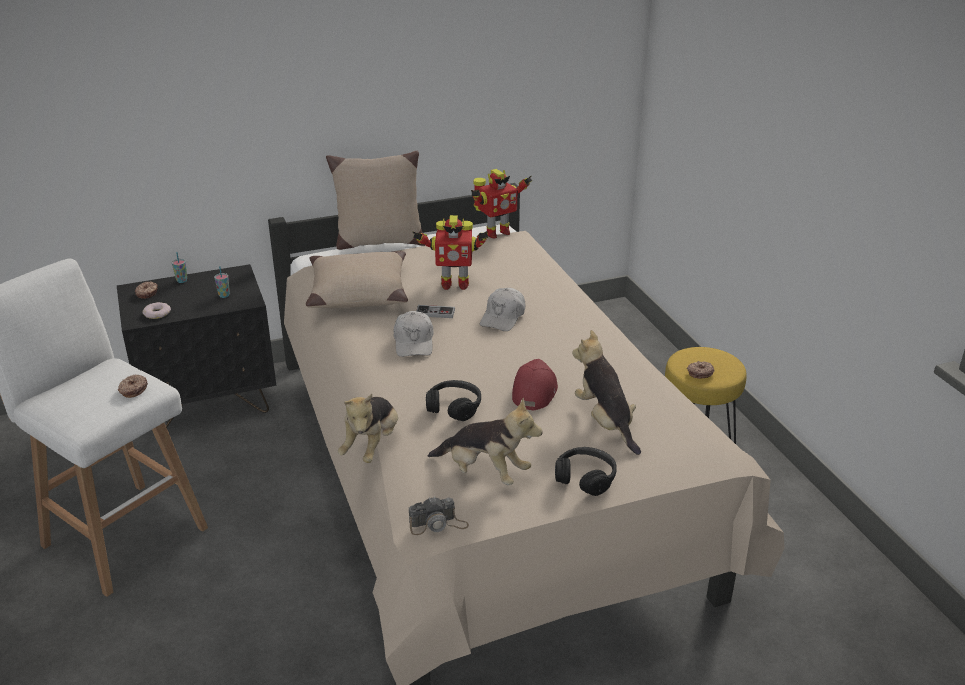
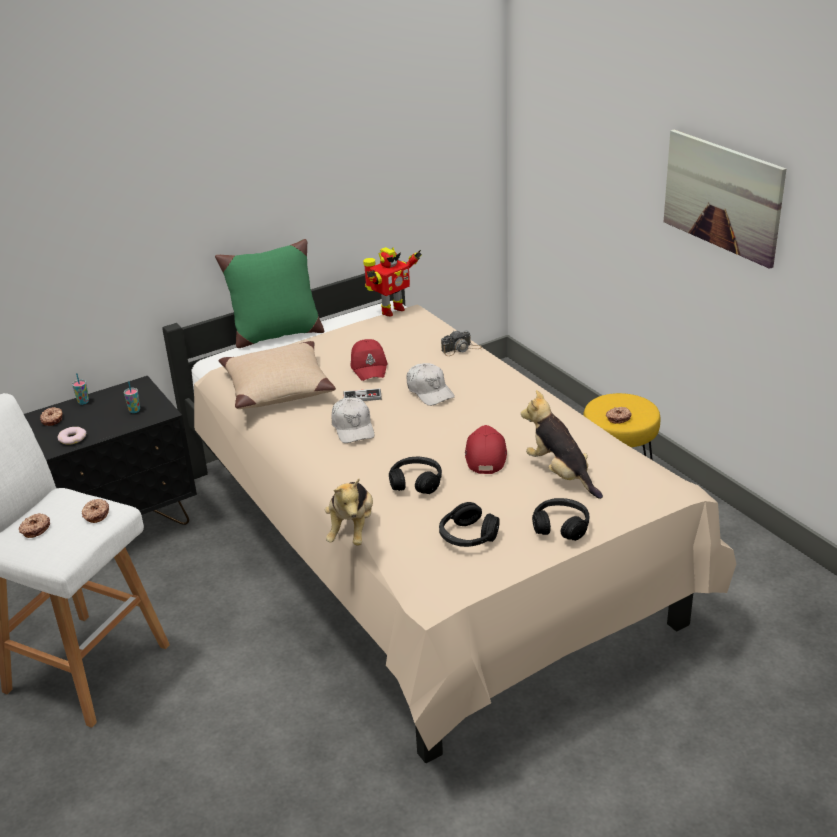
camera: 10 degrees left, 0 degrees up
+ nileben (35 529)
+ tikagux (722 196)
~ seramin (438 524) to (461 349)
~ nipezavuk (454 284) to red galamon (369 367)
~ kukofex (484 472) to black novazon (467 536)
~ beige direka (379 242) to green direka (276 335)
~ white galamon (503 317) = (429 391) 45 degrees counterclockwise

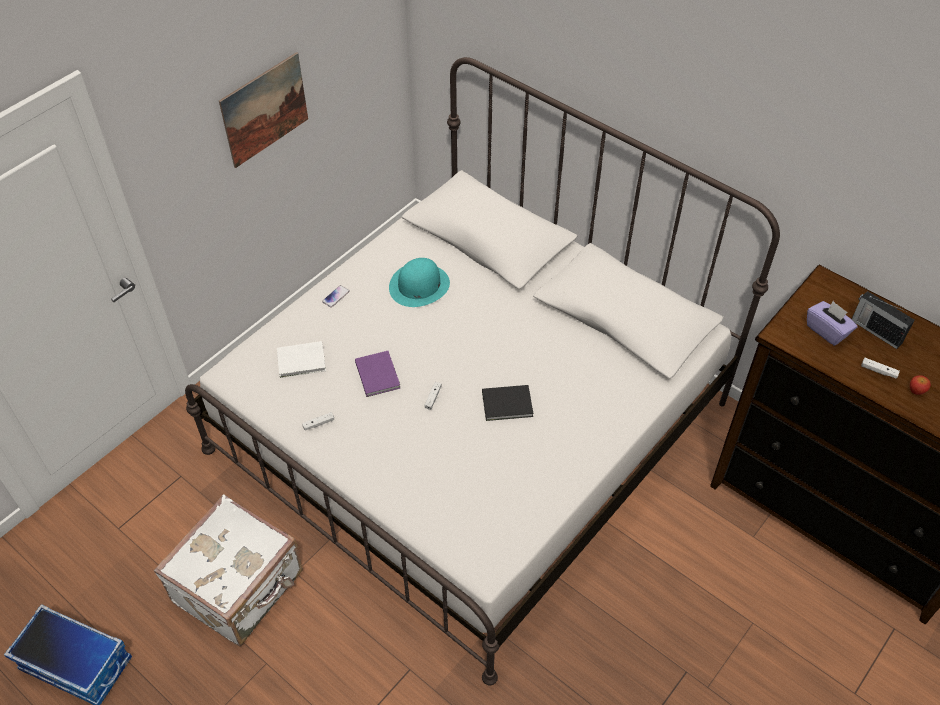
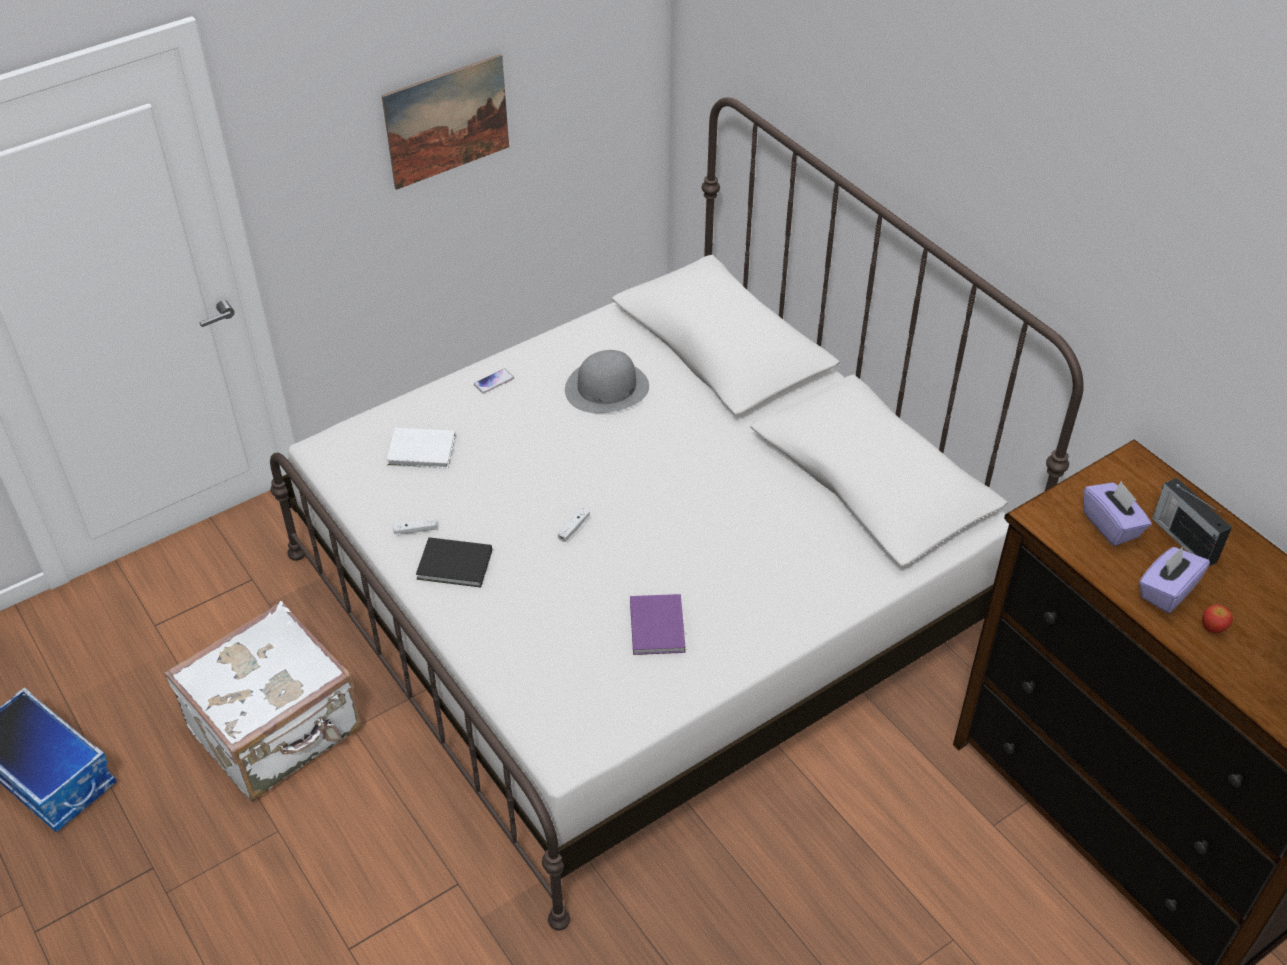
camera: 15 degrees right, 5 degrees down
~ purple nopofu (378 374) to (658 625)
~ black nopofu (508 405) to (456 566)
~ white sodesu (878 371) to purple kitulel (1166 591)
~ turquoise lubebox (419 285) to grey lubebox (606 388)

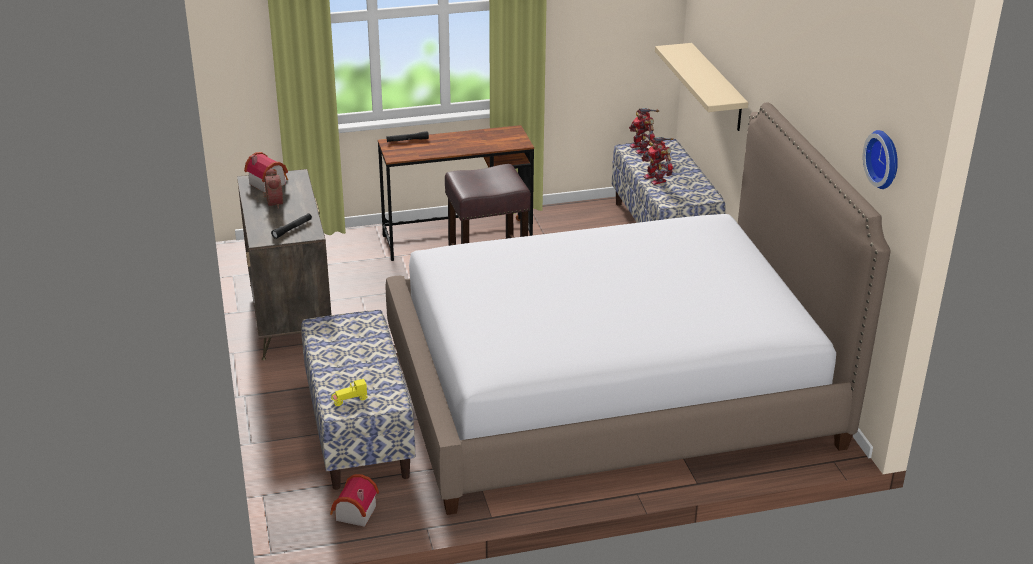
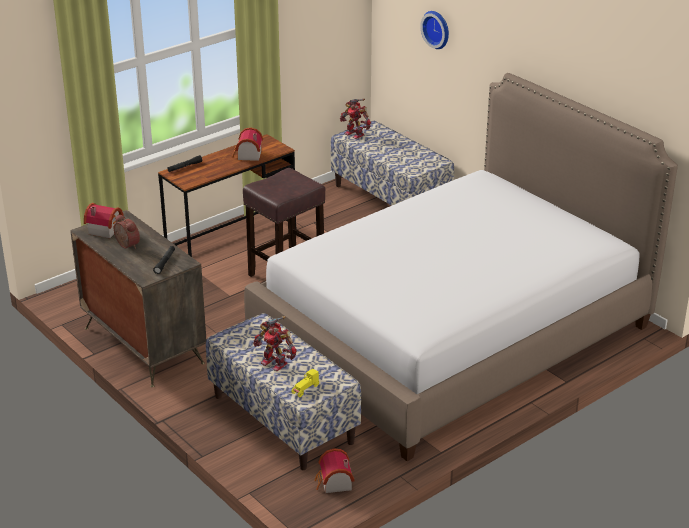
camera: 25 degrees left, 0 degrees up
- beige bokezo (717 87)
+ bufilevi (247 155)
~ nipezavuk (656 179) to (275 362)
~ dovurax (885 159) to (437 29)

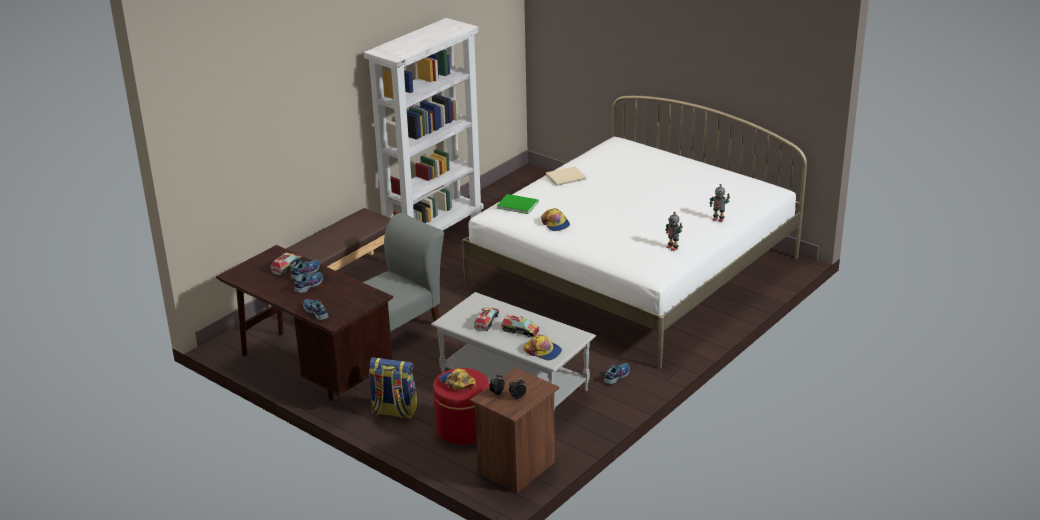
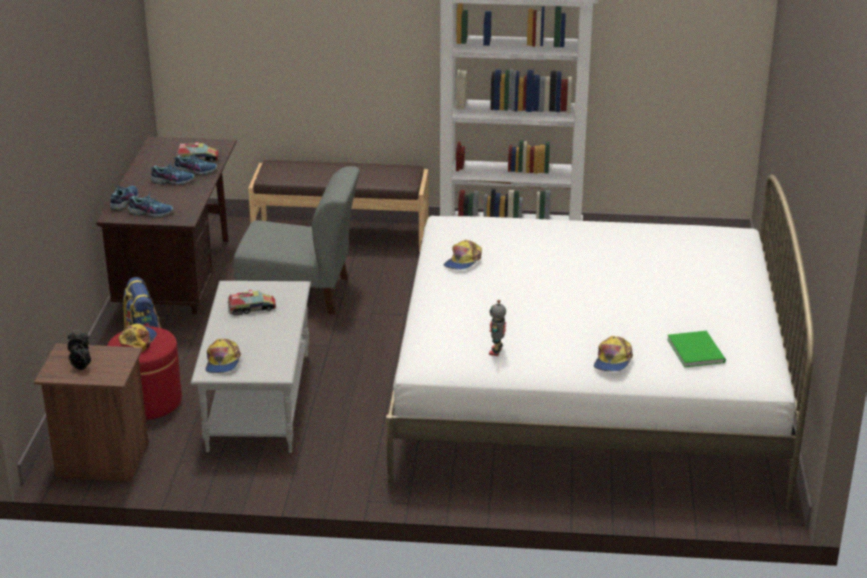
camera: 55 degrees right, 0 degrees up
- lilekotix (520 331)
- beige nopofu (567 177)
~ green nopofu (517 204) to (696 349)
~ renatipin (616 376) to (151 212)
~ nipezavuk (718 219) to galamon (613 360)

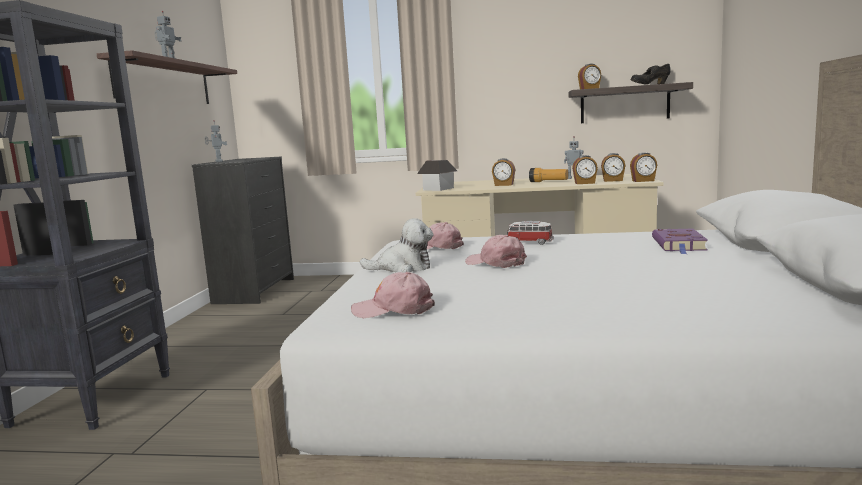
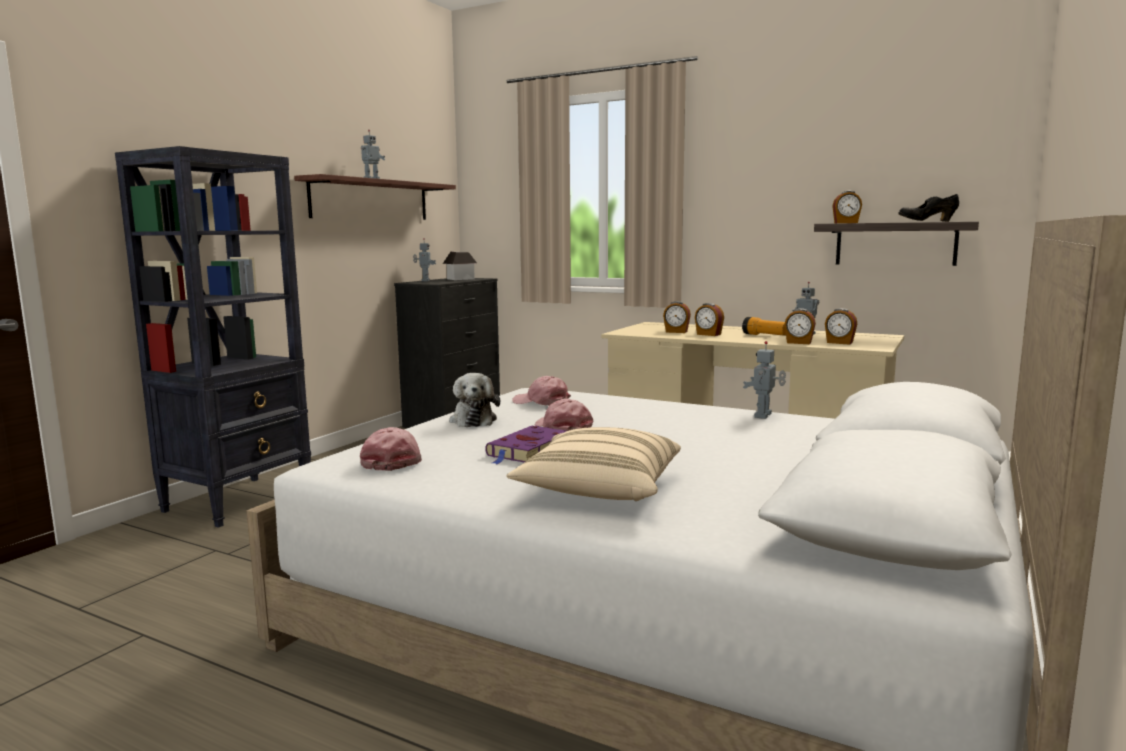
camera: 20 degrees right, 0 degrees up
- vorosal (529 243)
+ beige direka (599 489)
+ nipezavuk (764 415)
~ bufilevi (438 189) to (460 279)
~ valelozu (643 181) to (676 332)
~ purple nopofu (679 245) to (528 450)
~ pink galamon (394 309) = (392 461) 60 degrees clockwise
~ kukofex (403 268) = (473 420) 60 degrees clockwise

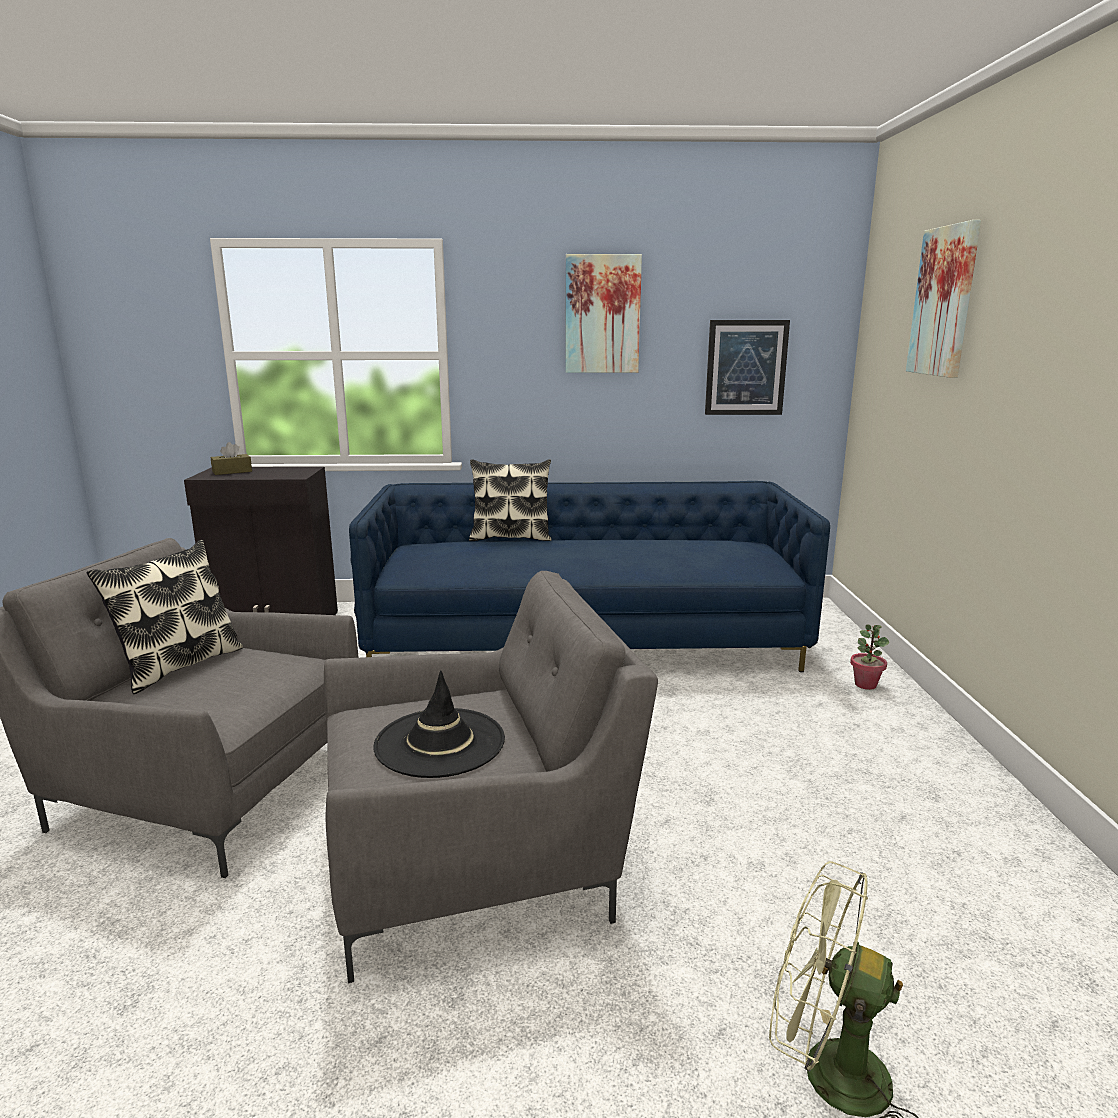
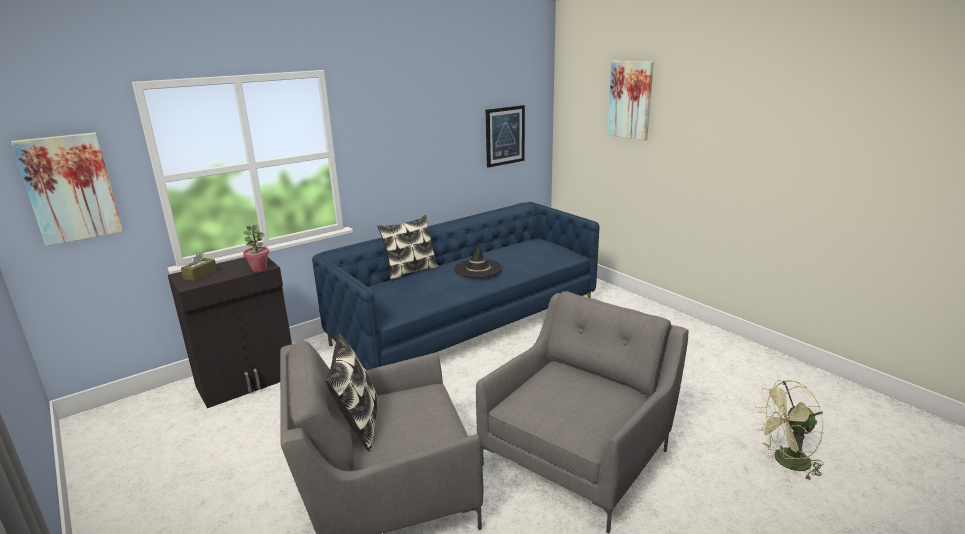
camera: 35 degrees left, 5 degrees up
~ black lubebox (440 742) to (477 269)
~ tikagux (602 314) to (70 188)
~ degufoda (865 684) to (259 268)

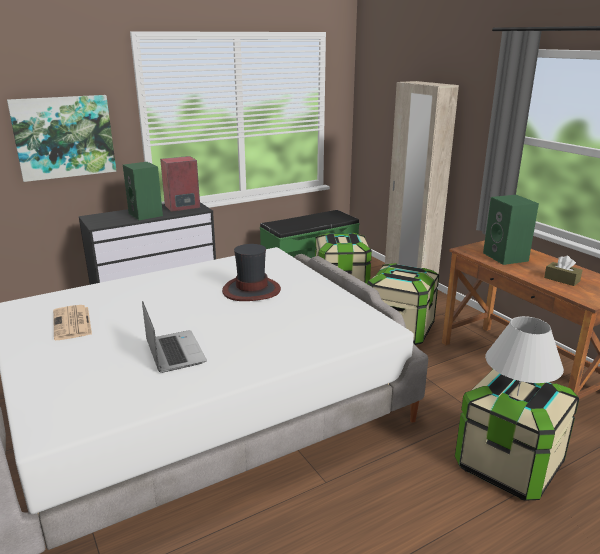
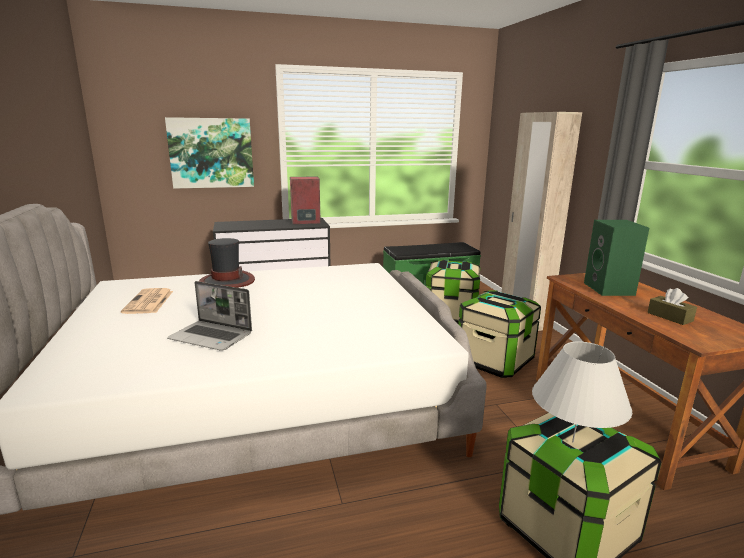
camera: 15 degrees right, 5 degrees down
- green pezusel (146 214)
~ lubebox (251 290) to (226 281)
~ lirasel (174 352) = (212 337) 120 degrees clockwise

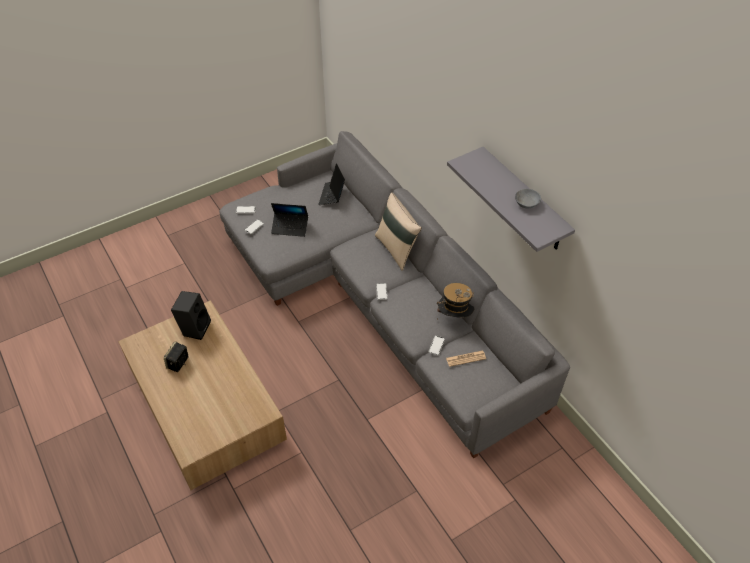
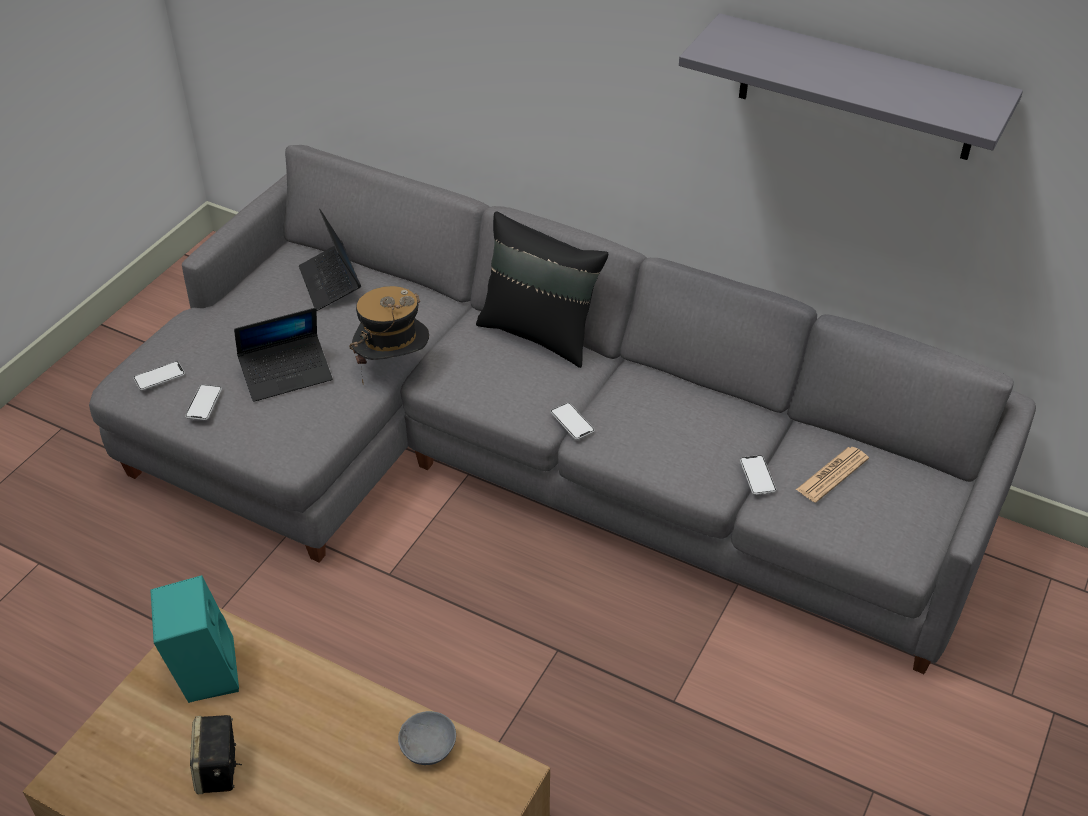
camera: 30 degrees left, 5 degrees down
~ lubebox (454 317) to (393 367)
~ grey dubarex (527 204) to (429 748)
~ black pezusel (195 327) to turquoise pezusel (203 672)
~ beige direka (397 249) to black direka (539 333)

